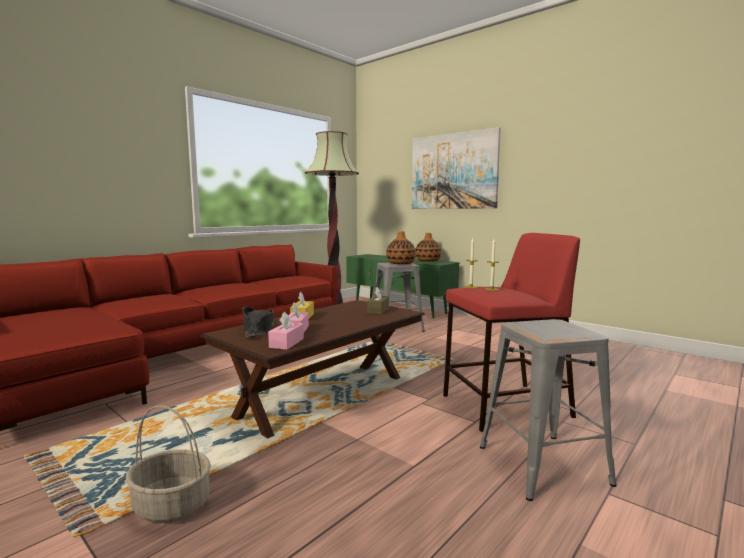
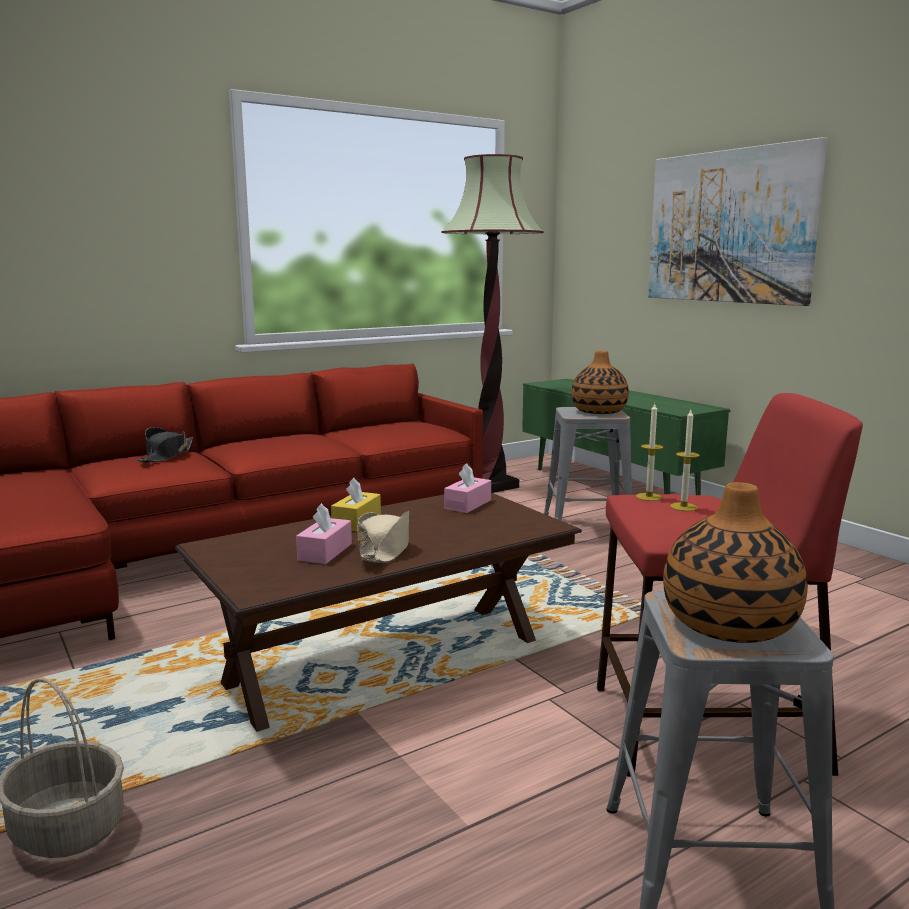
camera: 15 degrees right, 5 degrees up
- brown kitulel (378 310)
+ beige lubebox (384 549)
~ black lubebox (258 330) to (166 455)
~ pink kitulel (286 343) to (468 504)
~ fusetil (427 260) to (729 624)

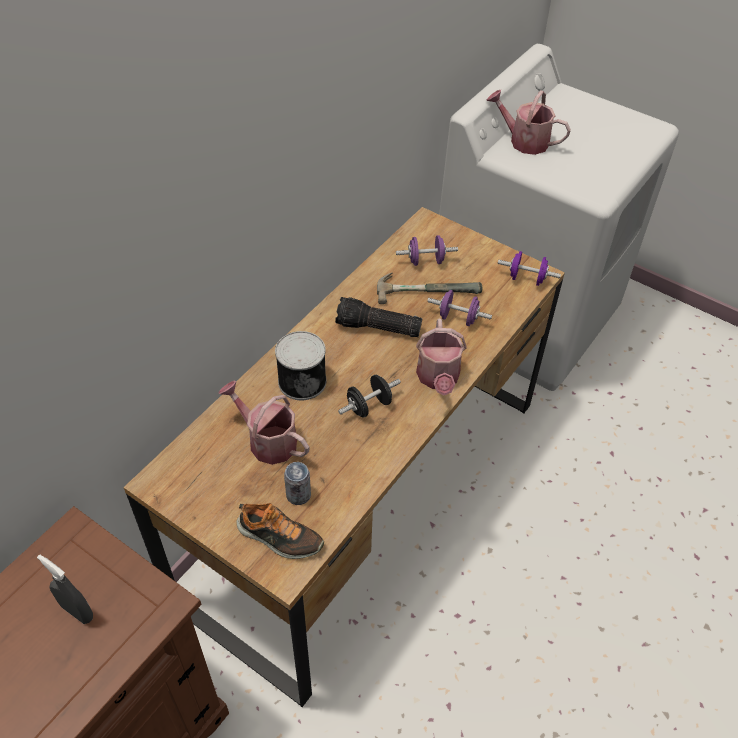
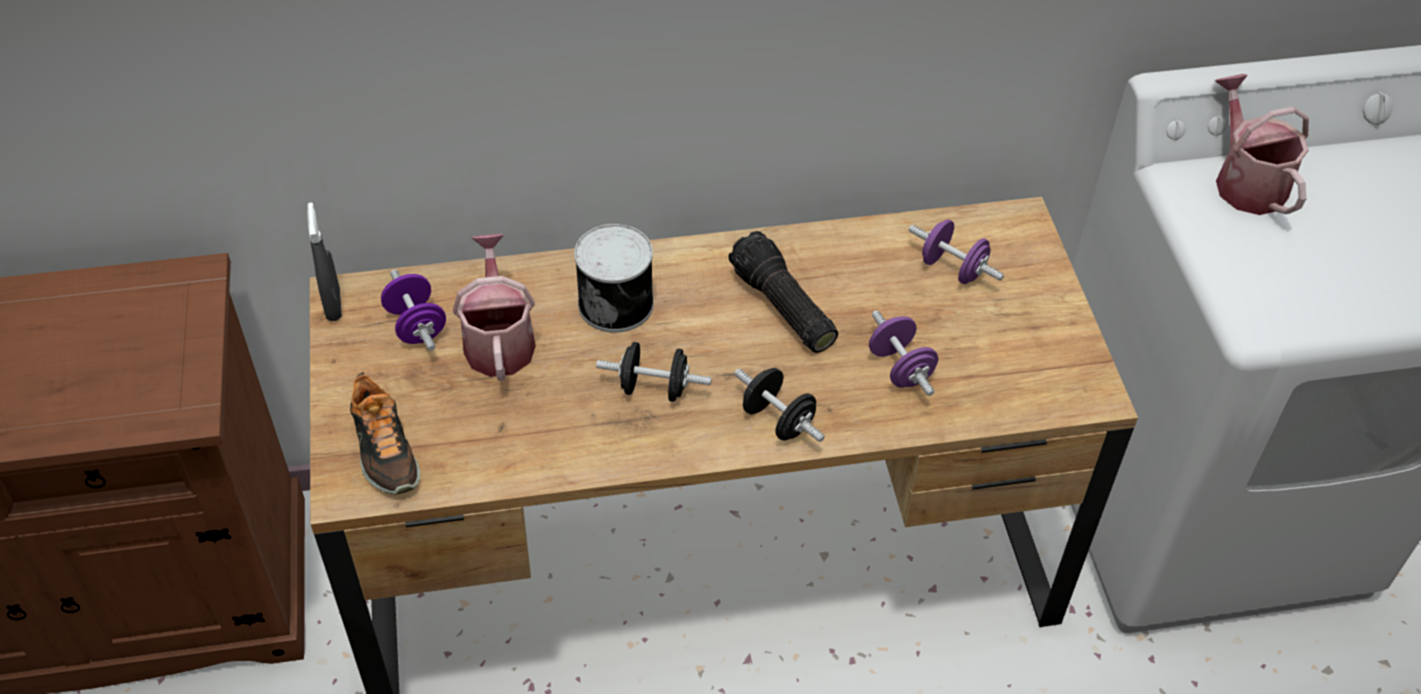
camera: 45 degrees right, 0 degrees up
- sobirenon (298 495)
- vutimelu (427 287)
~ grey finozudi (77 611) to (333 305)
~ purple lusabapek (526 279) to (416 326)
~ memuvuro (438 378) to black lusabapek (778 420)

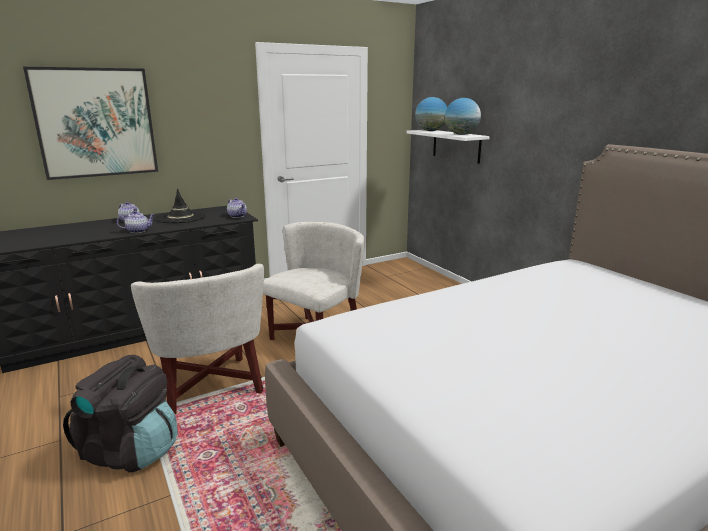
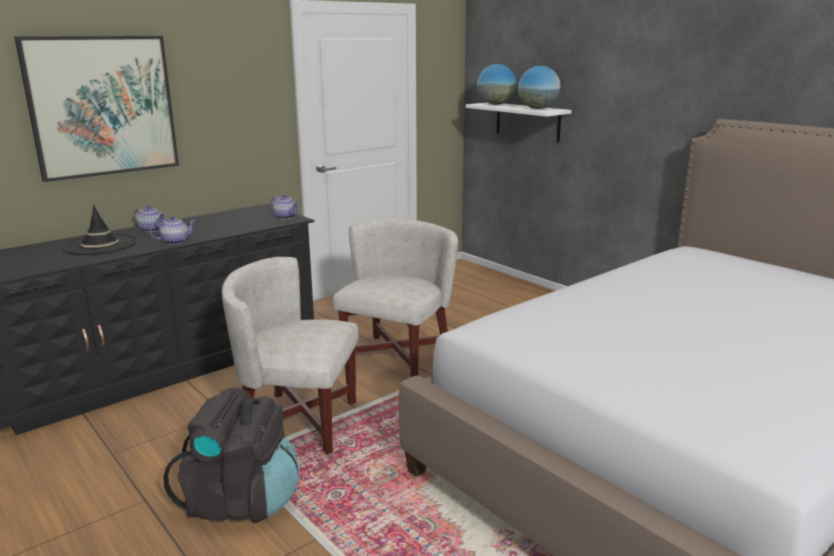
camera: 10 degrees left, 0 degrees up
~ black lubebox (181 217) to (100 245)
~ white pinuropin (210 386) = (298 423) 135 degrees clockwise

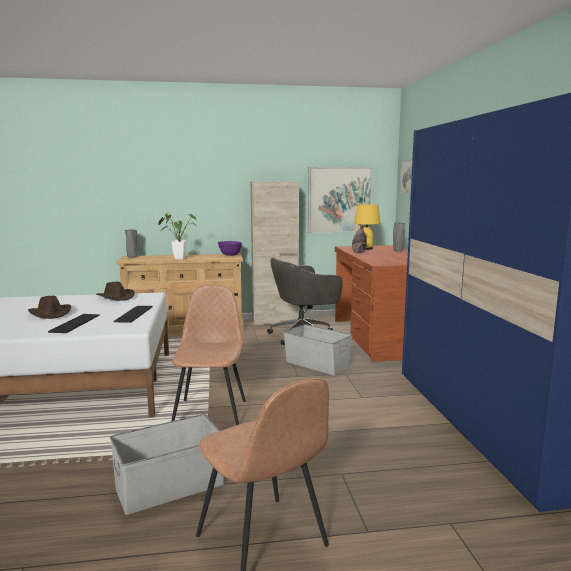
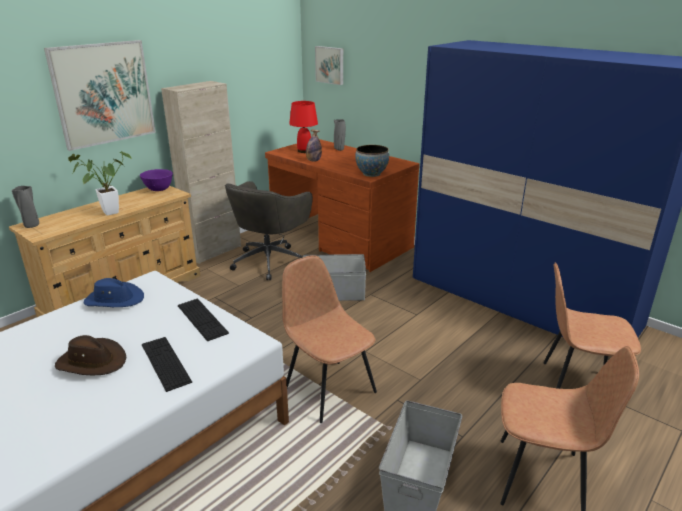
camera: 40 degrees left, 15 degrees up
+ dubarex (371 174)
+ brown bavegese (576 387)
~ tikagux (339 200) to (103 94)
~ brown lubebox (116 297) to blue lubebox (114 299)
~ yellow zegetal (366 248) to red zegetal (304 151)

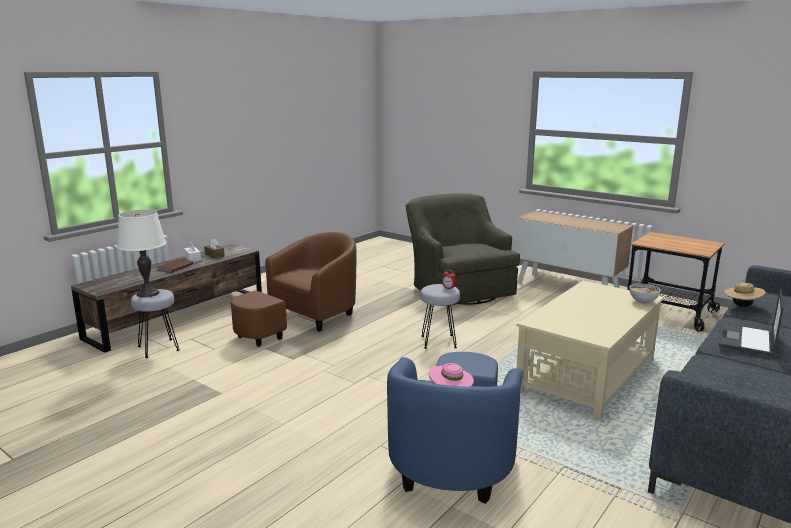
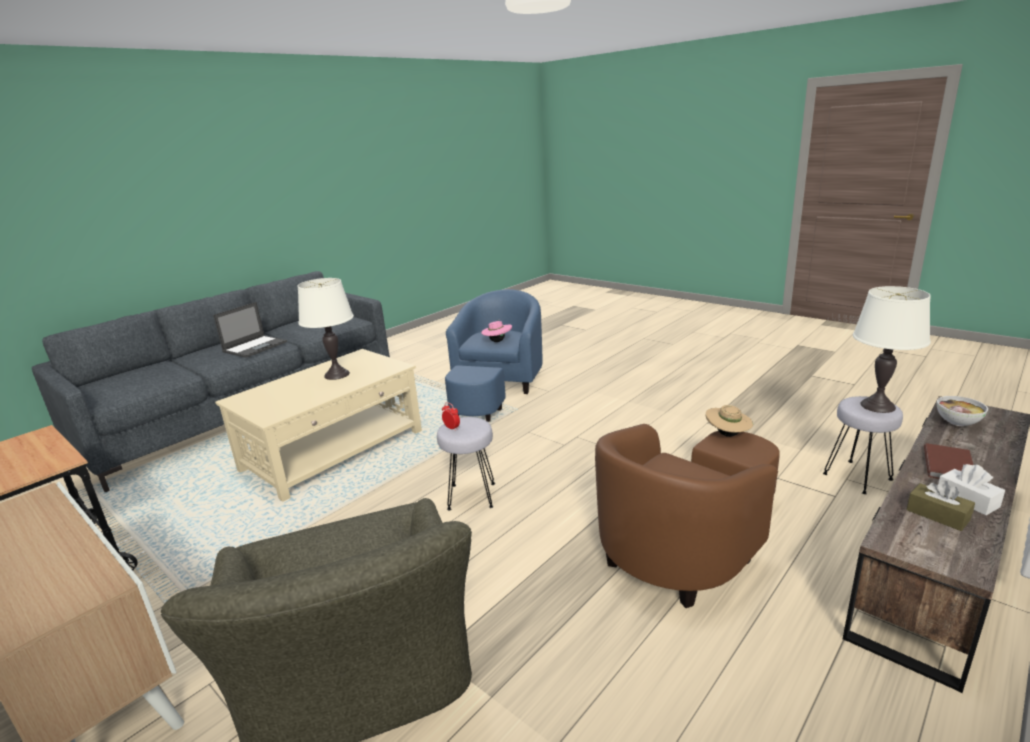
camera: 175 degrees left, 5 degrees up
+ white zegetal (337 374)
~ dubarex (643 302) to (957 423)
~ beige lubebox (741 306) to (727 435)

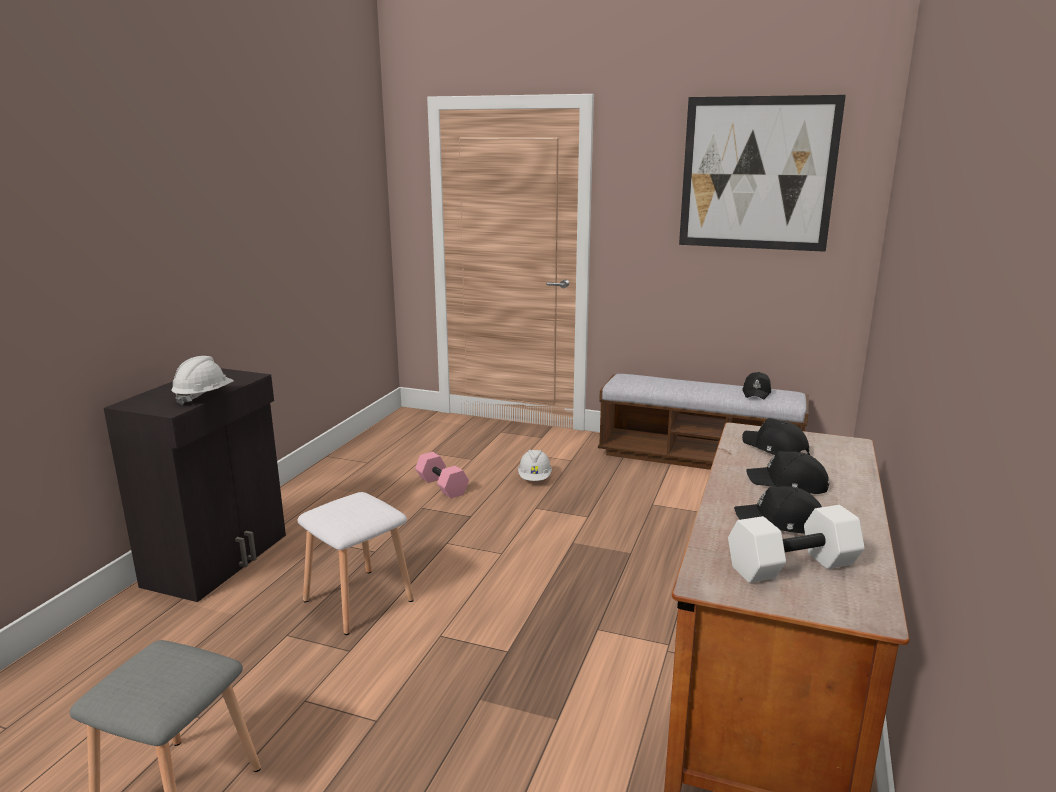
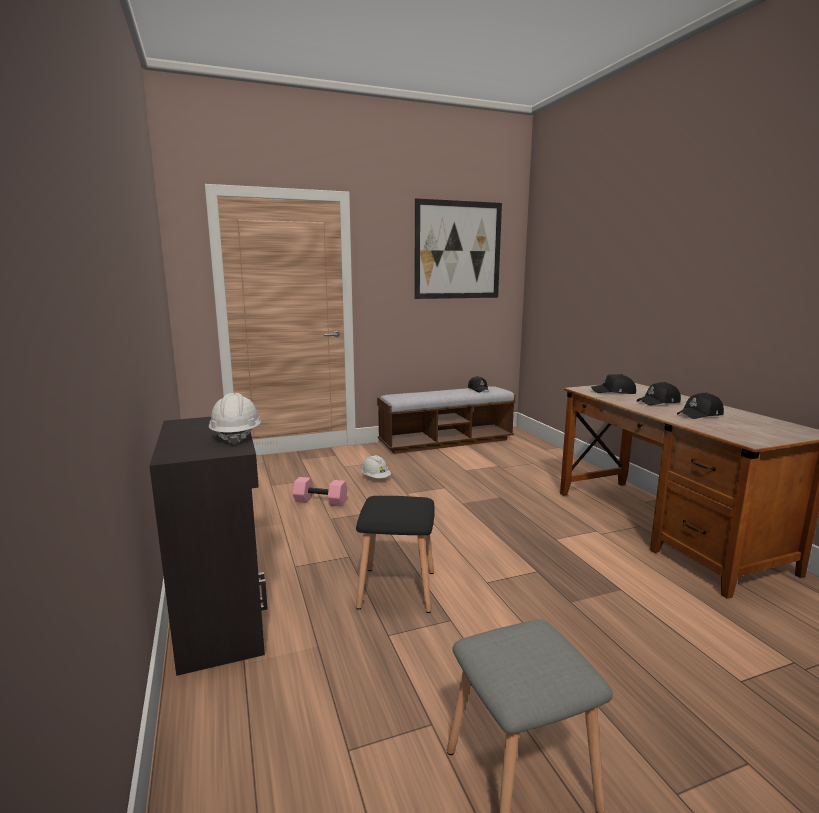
camera: 40 degrees left, 5 degrees down
- white lusabapek (792 565)
~ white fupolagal (359 599) to black fupolagal (396 588)

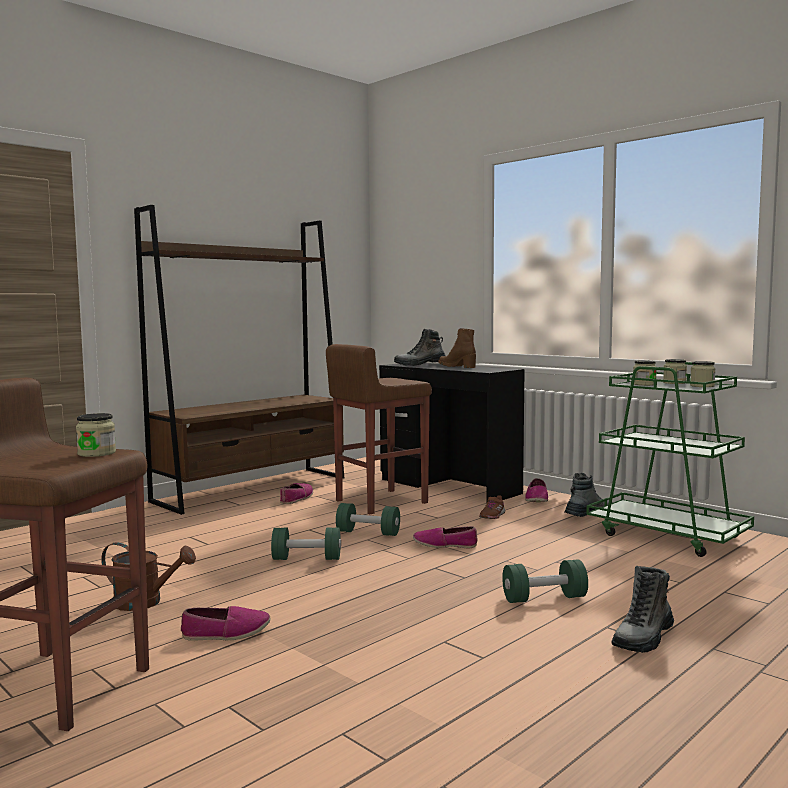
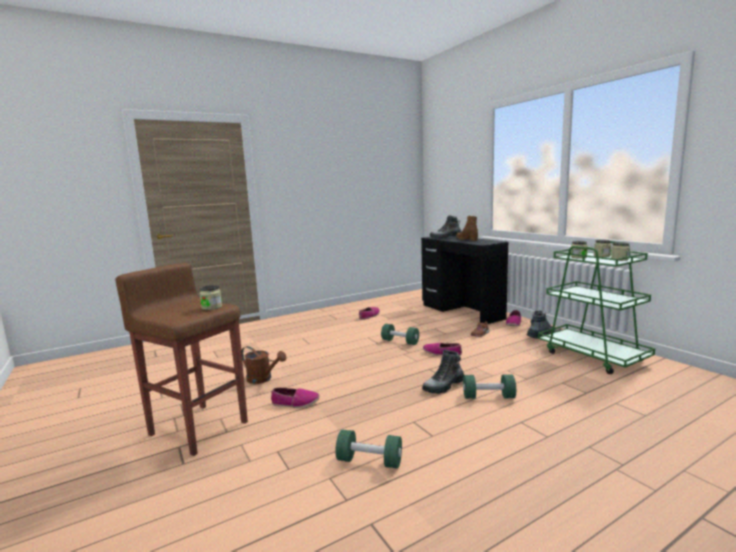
camera: 15 degrees right, 5 degrees up
- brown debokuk (253 489)
- brown fupolagal (379 501)
~ green lusabapek (307 558) to (369 461)
~ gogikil (643 637) to (444 386)

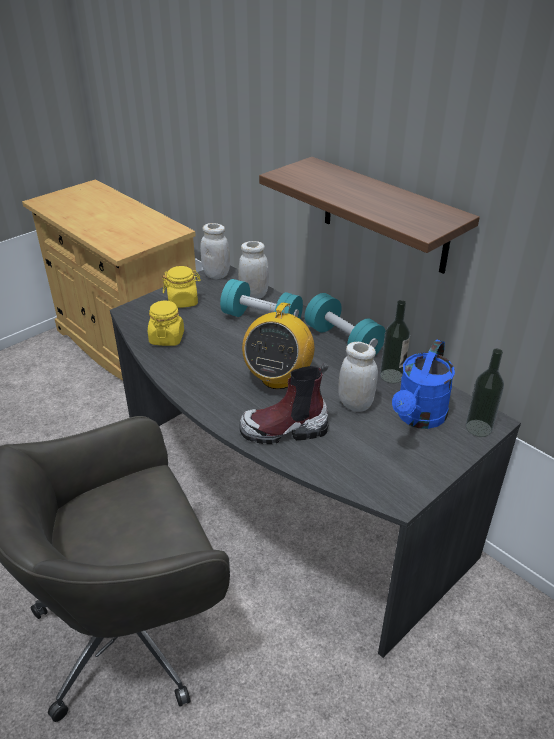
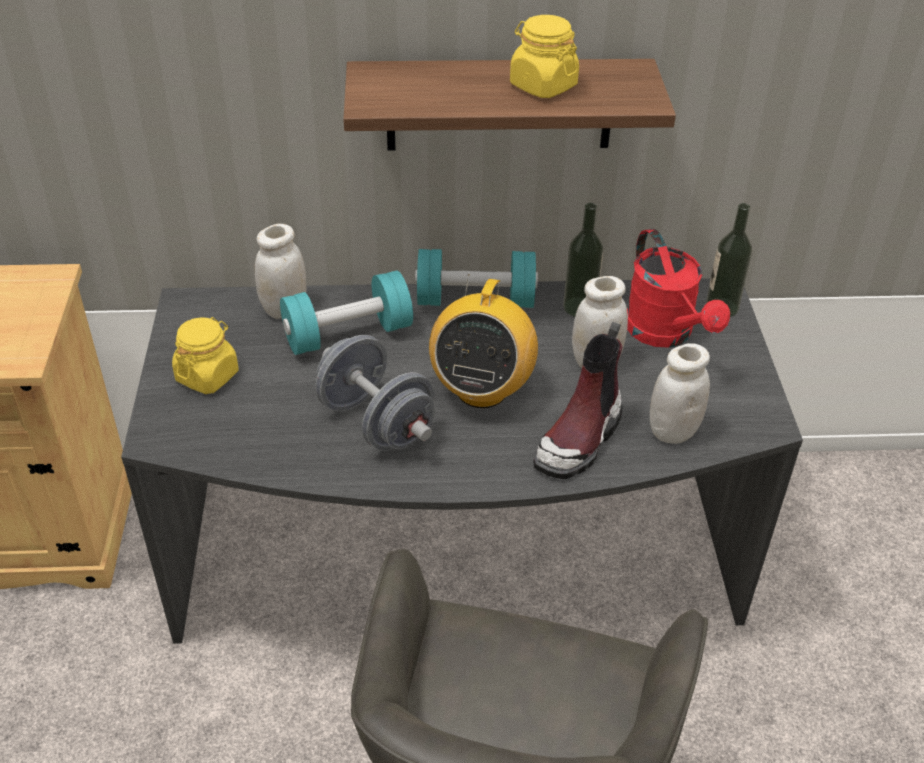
camera: 50 degrees left, 5 degrees up
+ grey lusabapek (376 423)
~ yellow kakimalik (167 338) to (542 85)
~ white kakimalik (216 275) to (672 431)
~ blue memuvuro (418 418) to red memuvuro (665 334)
~ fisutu (278 378) = (481 390) 45 degrees clockwise

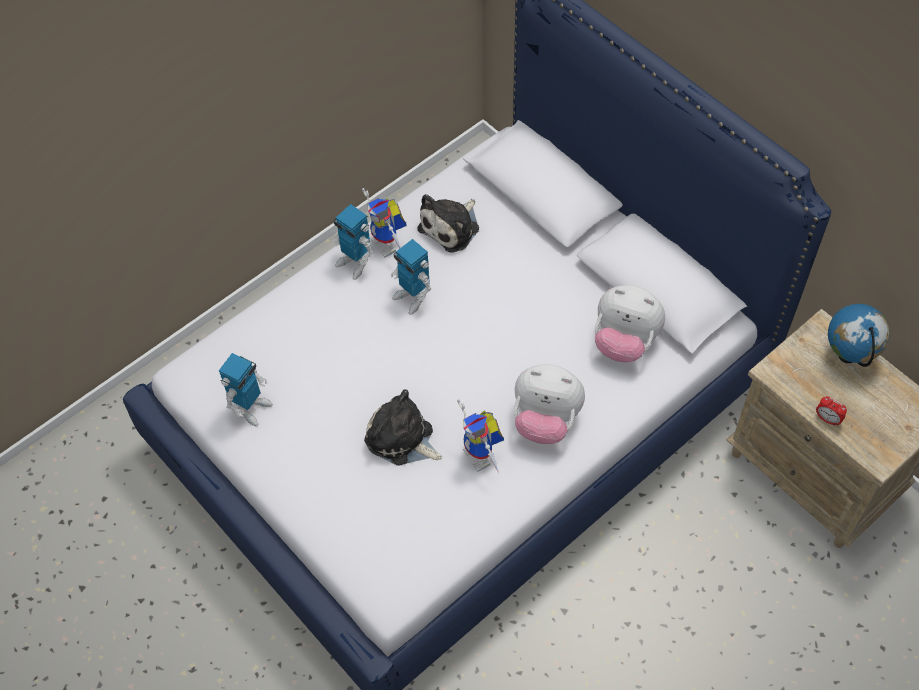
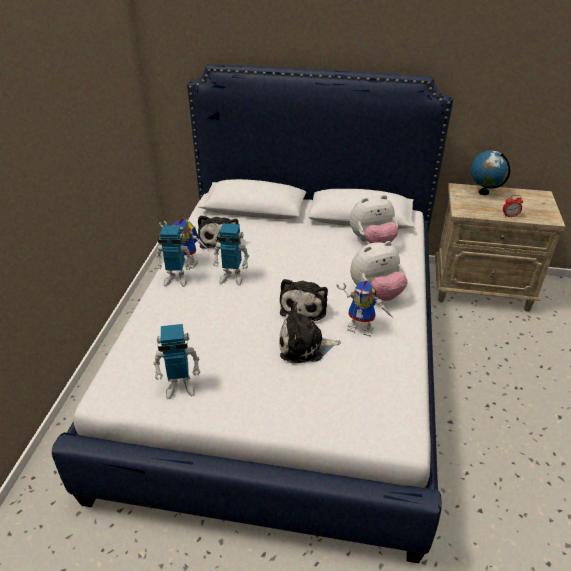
camera: 40 degrees left, 20 degrees down
+ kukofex (304 306)
~ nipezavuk (251 408) = (180 386) 90 degrees clockwise

